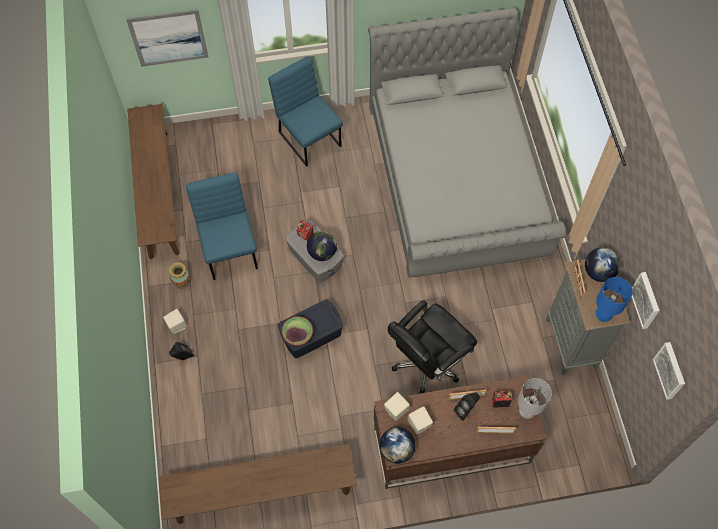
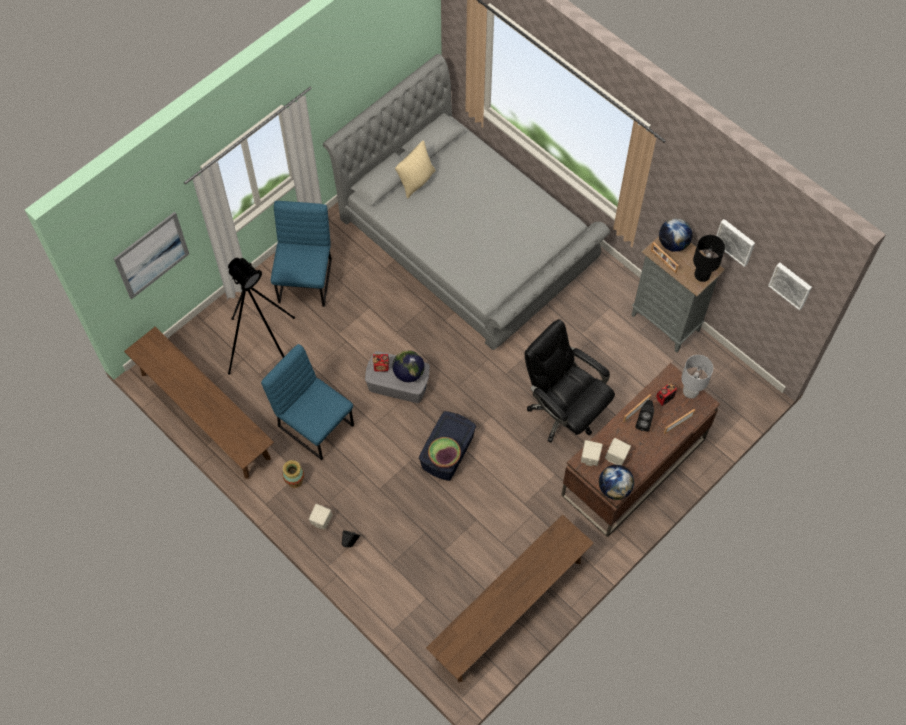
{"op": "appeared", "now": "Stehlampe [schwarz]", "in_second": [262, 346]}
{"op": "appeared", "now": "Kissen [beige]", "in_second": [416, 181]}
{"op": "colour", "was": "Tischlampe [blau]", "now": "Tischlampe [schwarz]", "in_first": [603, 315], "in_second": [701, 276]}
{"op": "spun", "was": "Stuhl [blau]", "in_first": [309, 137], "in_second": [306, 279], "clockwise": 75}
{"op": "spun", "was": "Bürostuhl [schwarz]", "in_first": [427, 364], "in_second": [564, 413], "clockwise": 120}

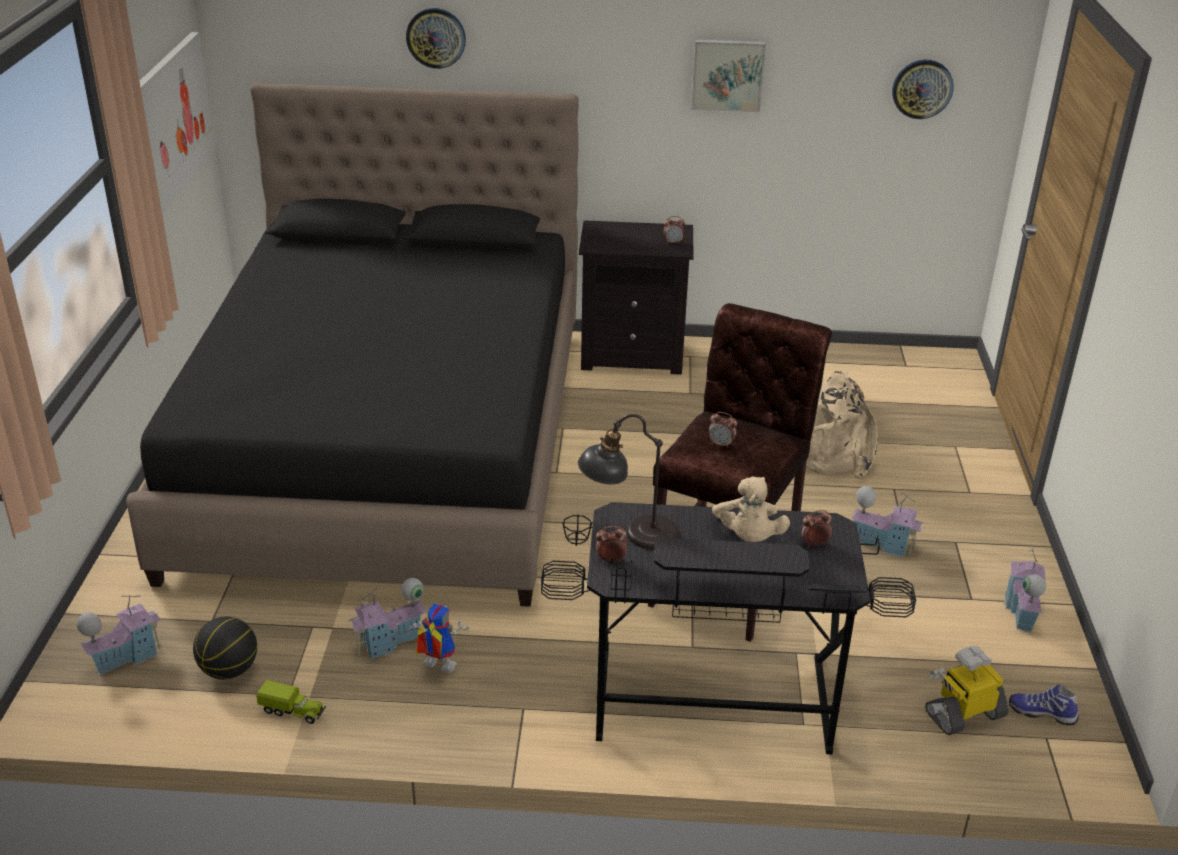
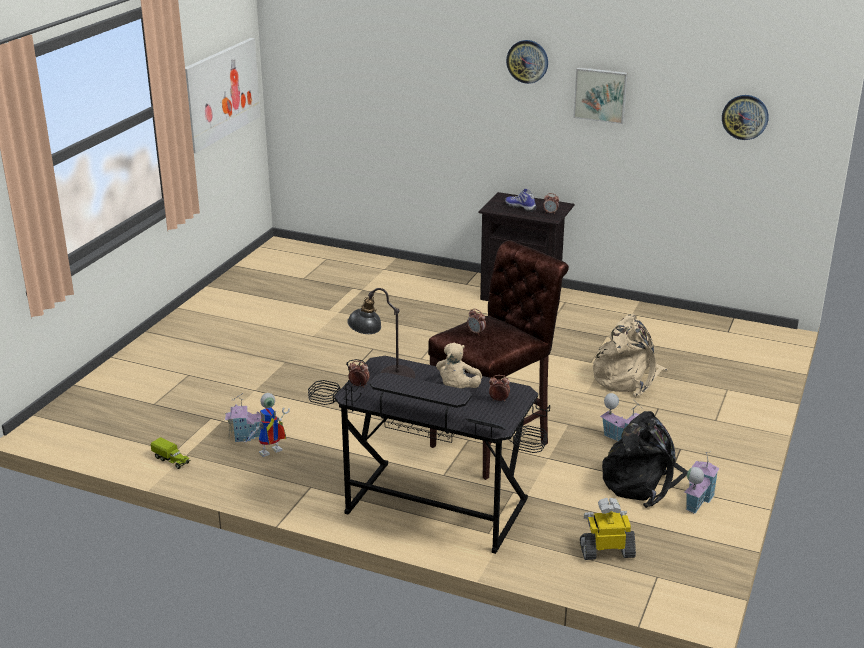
{"op": "missing", "was": "Spielzeughaus", "in_first": [126, 657]}
{"op": "missing", "was": "Bett [schwarz]", "in_first": [391, 443]}
{"op": "missing", "was": "Basketball", "in_first": [229, 670]}
{"op": "appeared", "now": "Rucksack [schwarz]", "in_second": [643, 482]}
{"op": "relocated", "was": "Wanduhr", "in_first": [436, 37], "in_second": [527, 61]}
{"op": "relocated", "was": "Schuh", "in_first": [1042, 712], "in_second": [521, 207]}
{"op": "spun", "was": "Spielzeugroboter", "in_first": [435, 667], "in_second": [270, 454], "clockwise": -75}

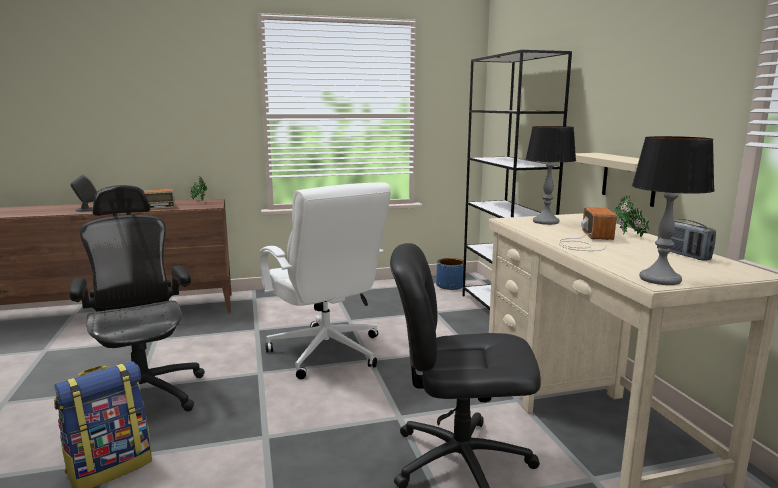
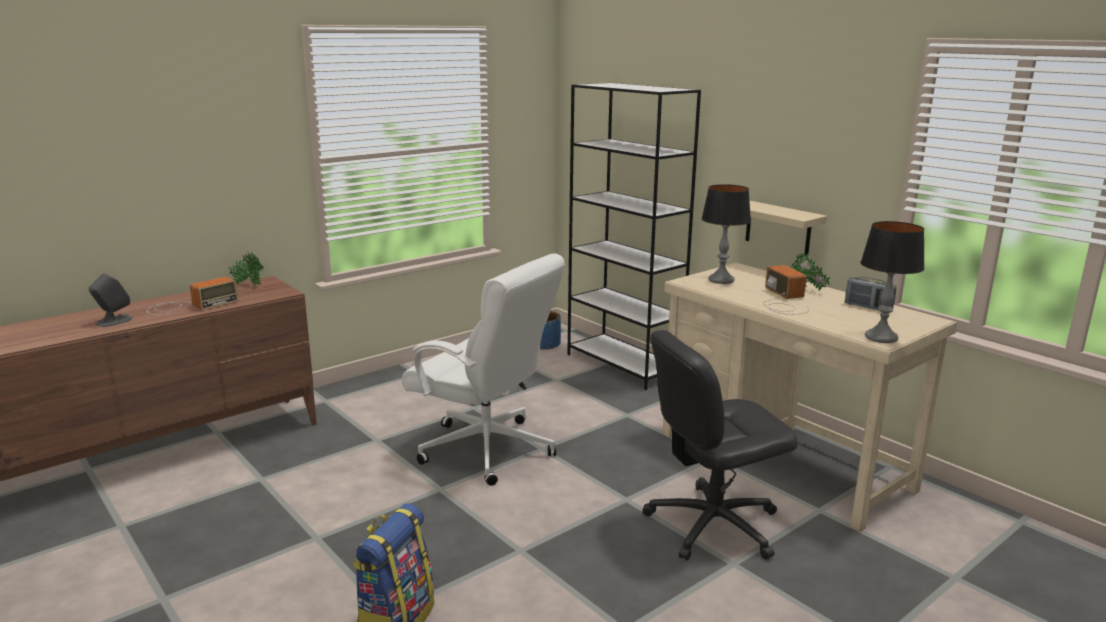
{"op": "missing", "was": "Bürostuhl", "in_first": [144, 393]}

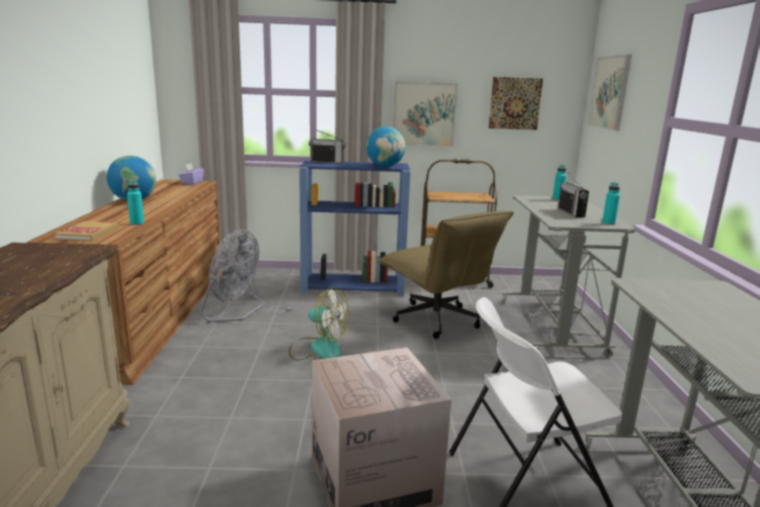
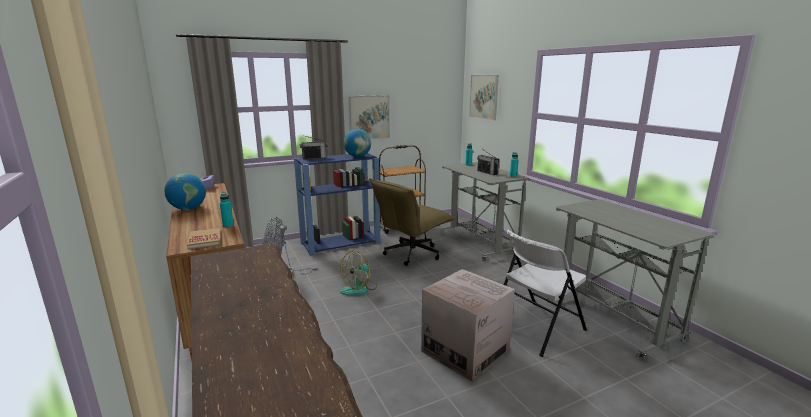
{"op": "missing", "was": "Bild", "in_first": [515, 103]}
{"op": "spun", "was": "Ventilator", "in_first": [318, 348], "in_second": [359, 289], "clockwise": 135}
{"op": "spun", "was": "Bürostuhl [beige]", "in_first": [435, 319], "in_second": [413, 253], "clockwise": 105}

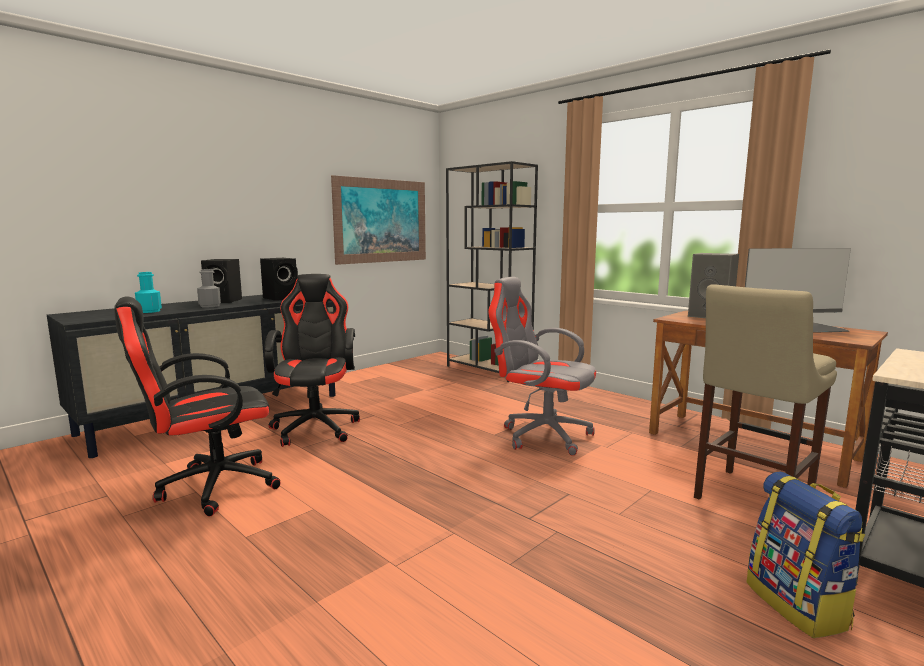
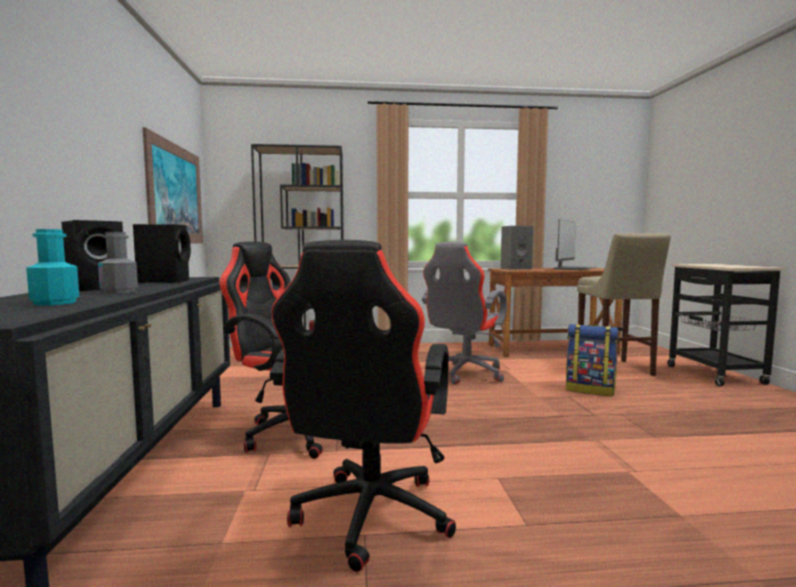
{"op": "relocated", "was": "Rucksack", "in_first": [798, 605], "in_second": [590, 390]}
{"op": "spun", "was": "Bürostuhl [grau]", "in_first": [540, 435], "in_second": [463, 375], "clockwise": -45}

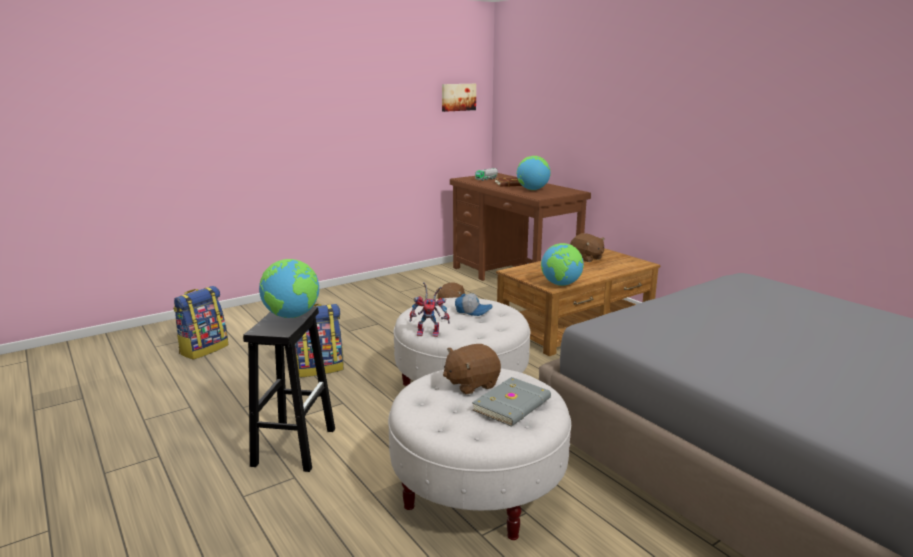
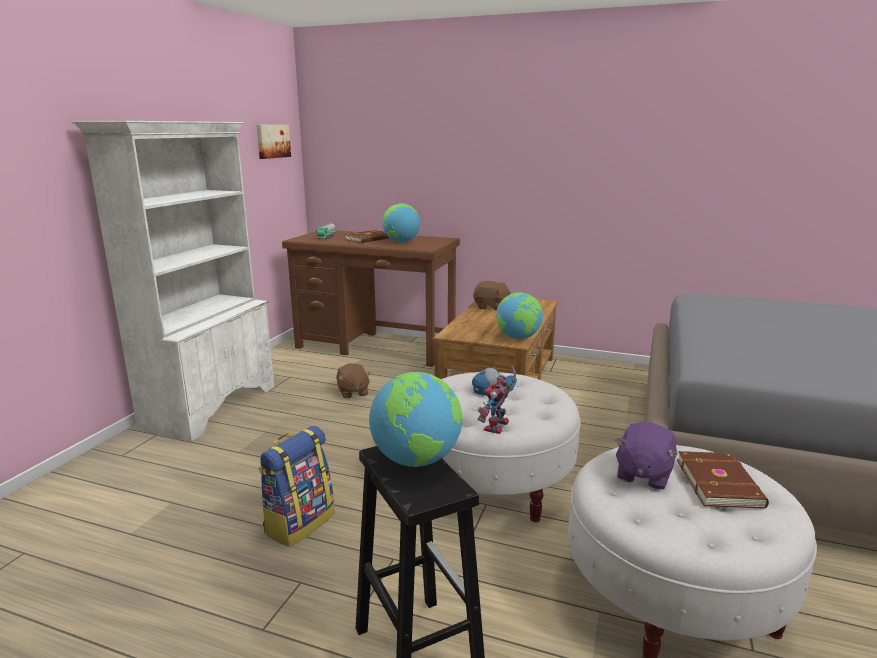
{"op": "missing", "was": "Rucksack", "in_first": [204, 349]}
{"op": "appeared", "now": "Bücherregal [weiß]", "in_second": [210, 406]}
{"op": "colour", "was": "Plüschtier [braun]", "now": "Plüschtier [lila]", "in_first": [471, 384], "in_second": [643, 474]}
{"op": "colour", "was": "Buch [grau]", "now": "Buch [braun]", "in_first": [513, 405], "in_second": [720, 482]}
{"op": "spun", "was": "Spielzeugroboter", "in_first": [430, 333], "in_second": [497, 428], "clockwise": 150}

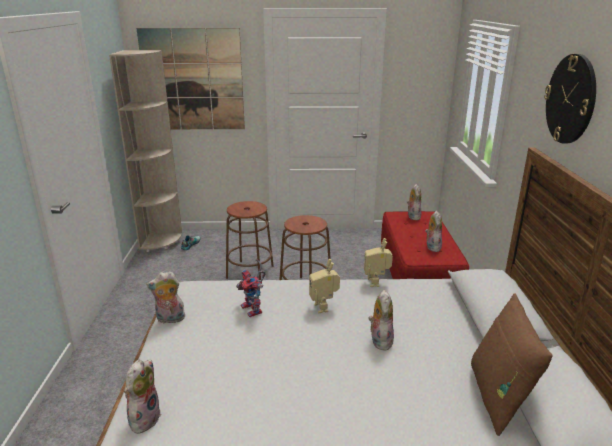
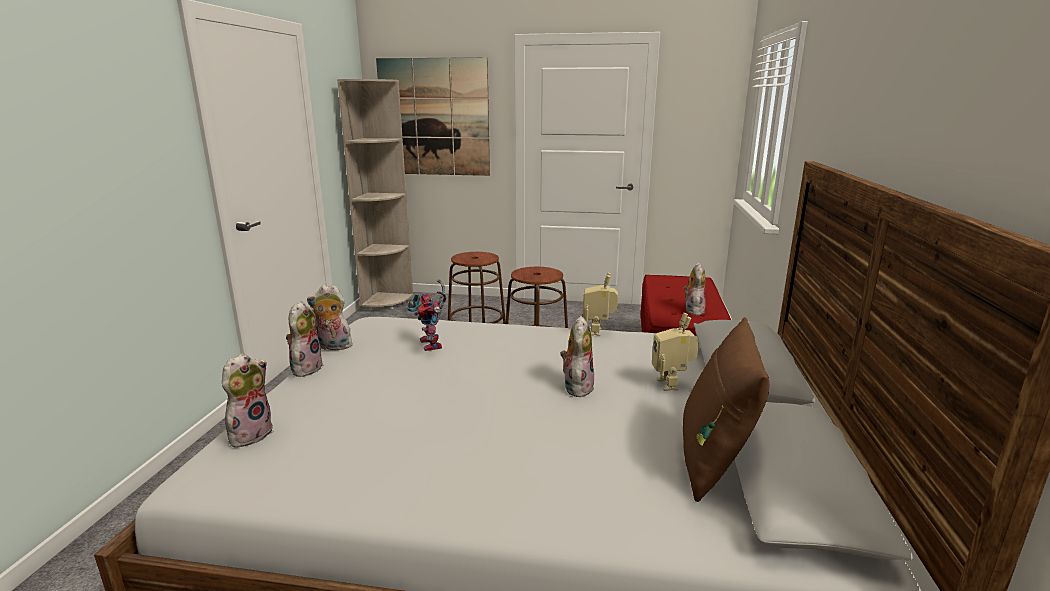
{"op": "missing", "was": "Wanduhr", "in_first": [570, 99]}
{"op": "relocated", "was": "Spielzeugroboter", "in_first": [324, 307], "in_second": [671, 384]}
{"op": "relocated", "was": "Plüschtier", "in_first": [412, 216], "in_second": [306, 368]}

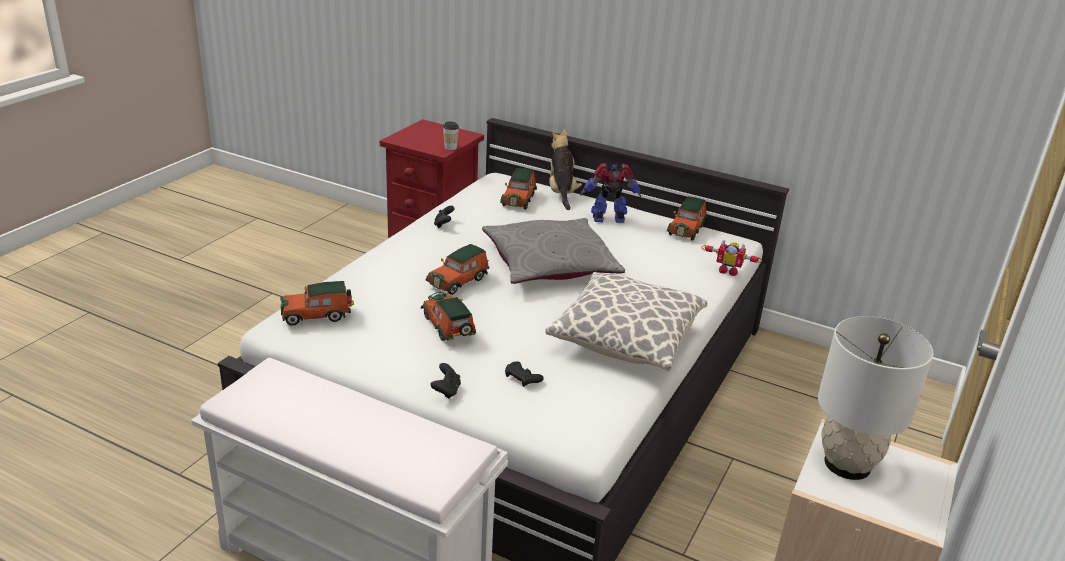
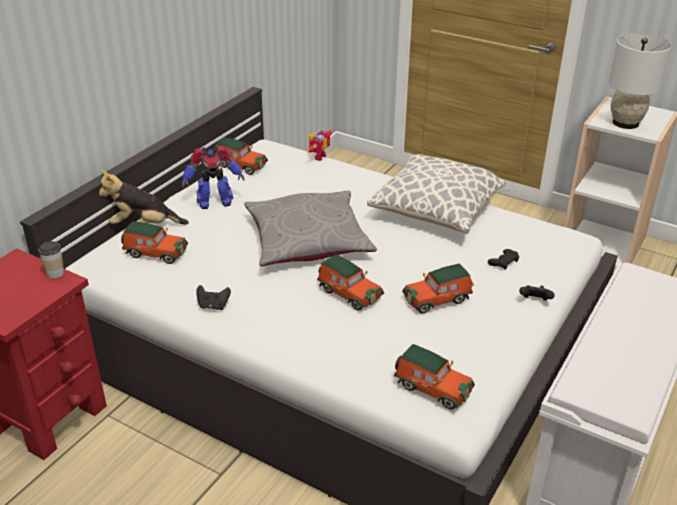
{"op": "spun", "was": "Spielzeugauto", "in_first": [318, 315], "in_second": [431, 387], "clockwise": -45}
{"op": "spun", "was": "Spielzeugroboter", "in_first": [609, 219], "in_second": [214, 202], "clockwise": -105}

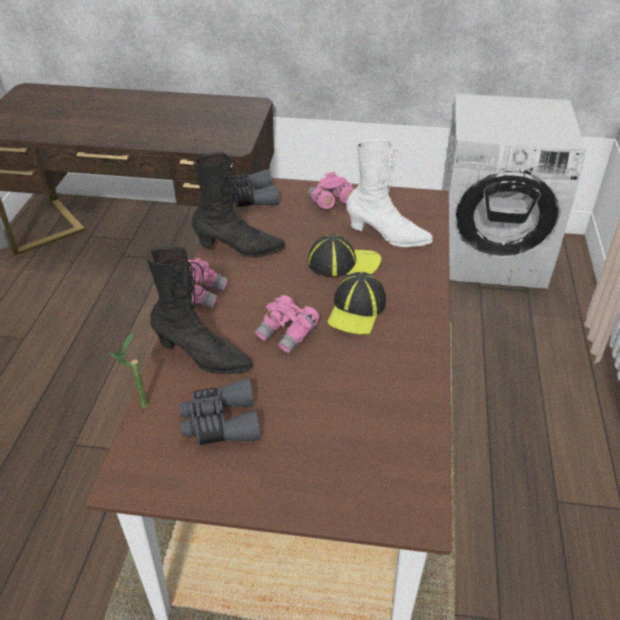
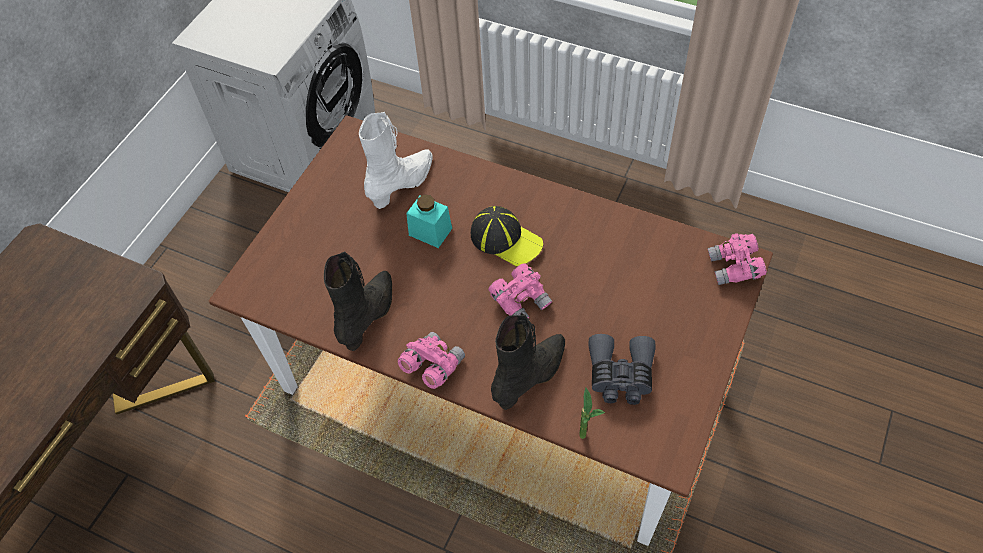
{"op": "missing", "was": "Fernglas [grau]", "in_first": [249, 198]}
{"op": "relocated", "was": "Fernglas [rosa]", "in_first": [331, 204], "in_second": [734, 268]}
{"op": "exchanged", "was": "Kappe", "now": "Vorratsglas [türkis]", "in_first": [343, 262], "in_second": [430, 232]}

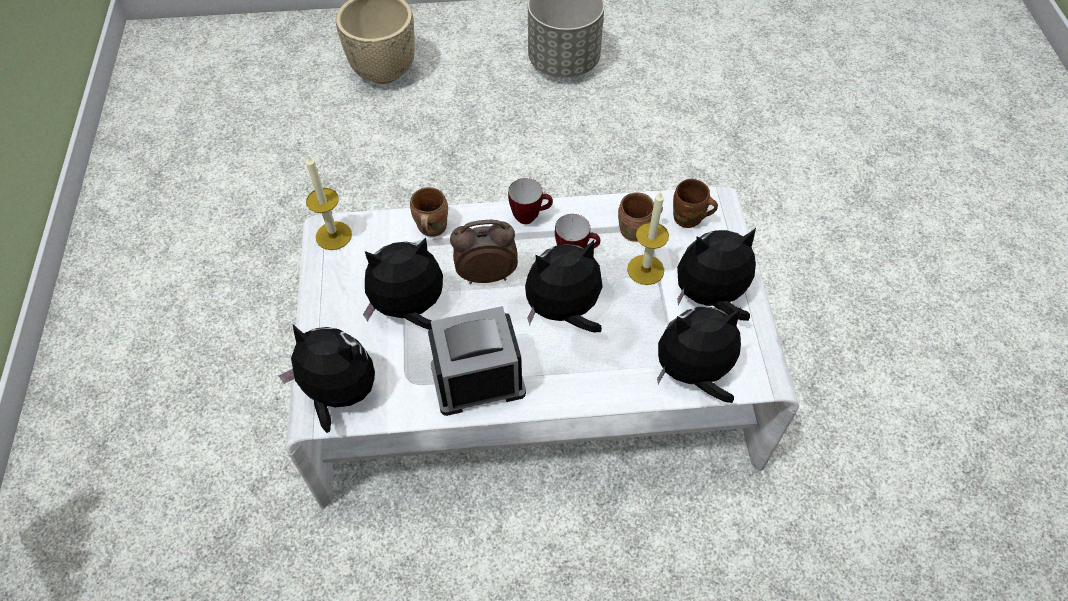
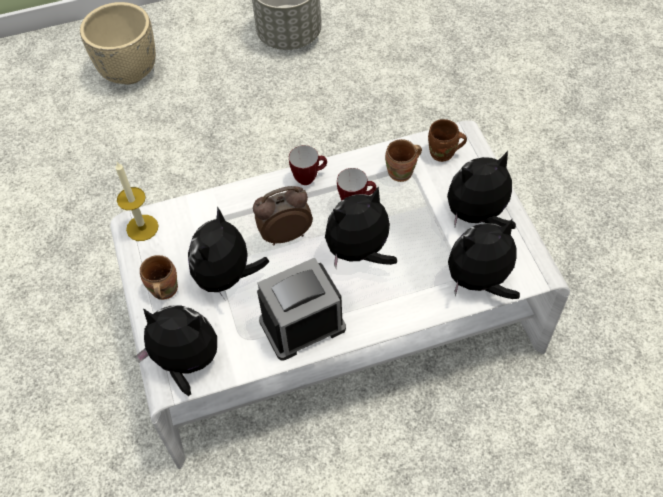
{"op": "missing", "was": "Kerze", "in_first": [645, 269]}
{"op": "relocated", "was": "Henkelbecher [braun]", "in_first": [430, 228], "in_second": [162, 291]}
{"op": "spun", "was": "Plüschtier", "in_first": [409, 309], "in_second": [227, 277], "clockwise": -45}

